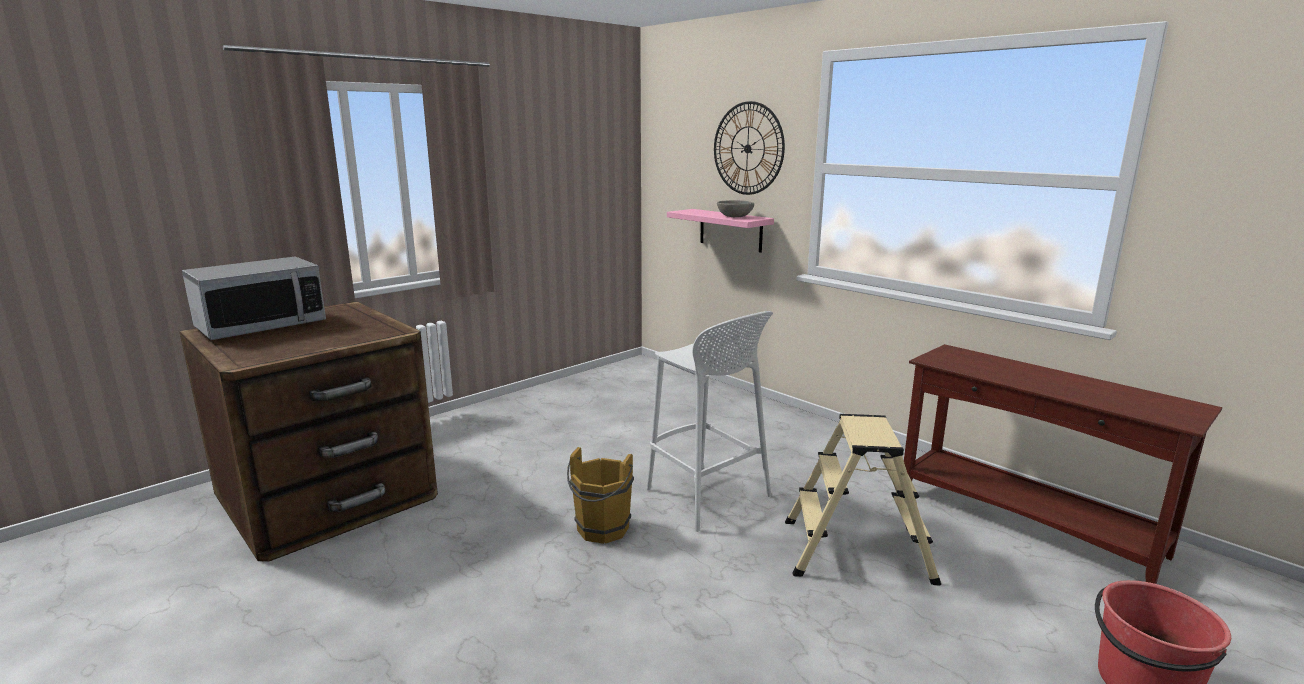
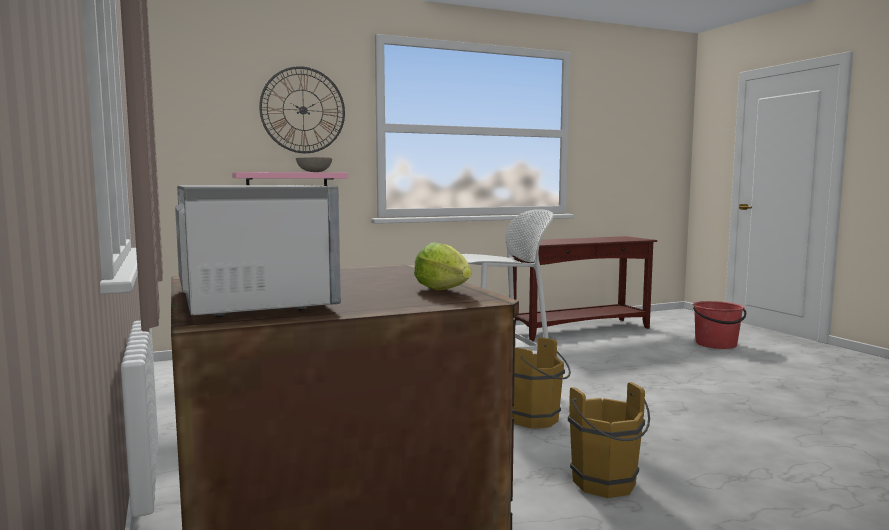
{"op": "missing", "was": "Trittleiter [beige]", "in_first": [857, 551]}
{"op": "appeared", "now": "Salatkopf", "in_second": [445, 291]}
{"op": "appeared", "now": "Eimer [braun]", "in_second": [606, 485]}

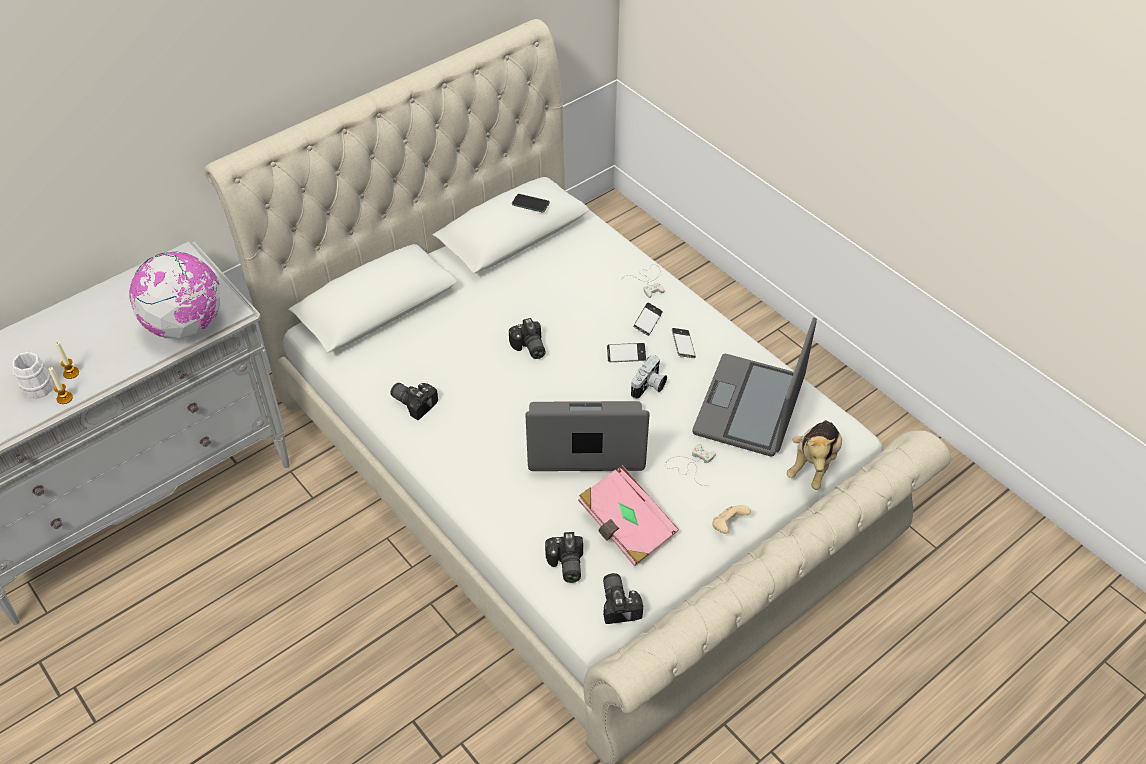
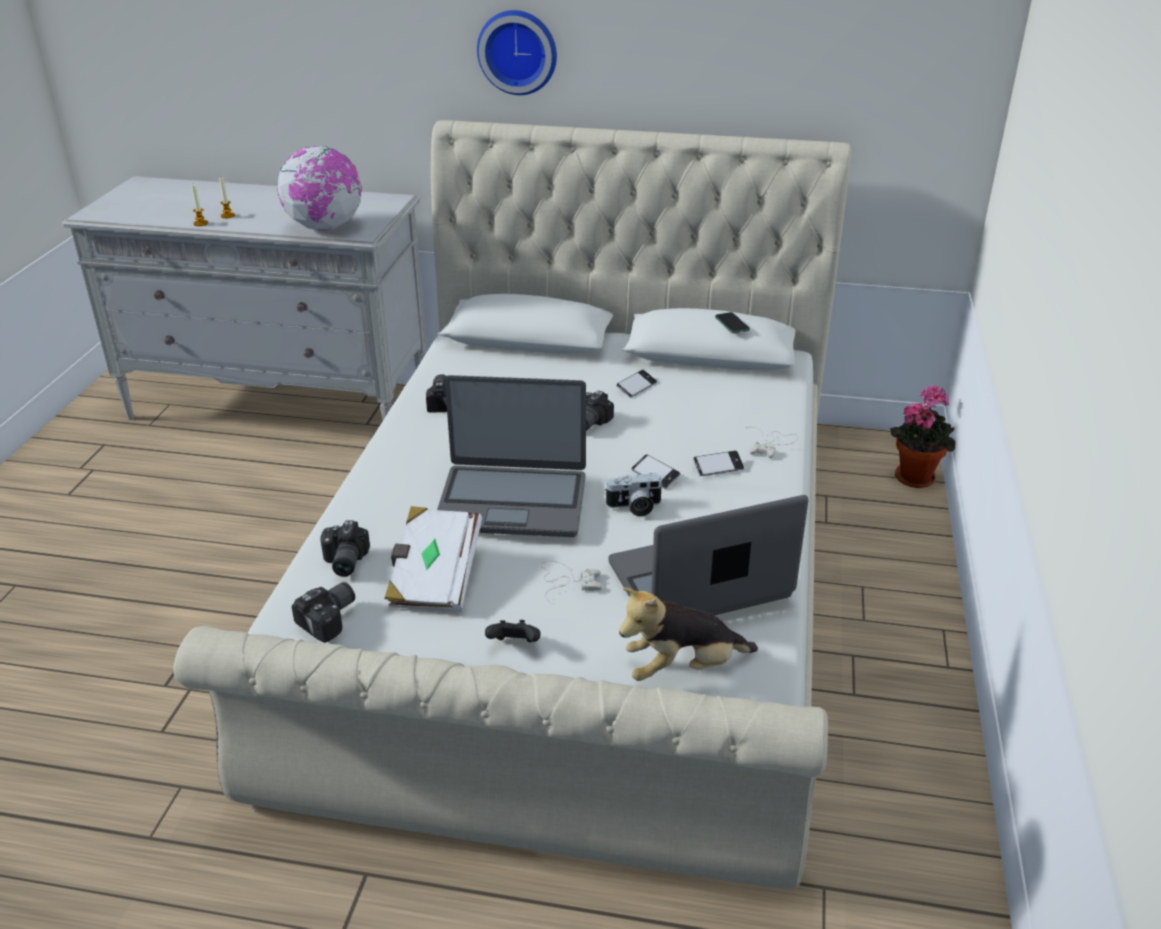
{"op": "missing", "was": "Henkelbecher [weiß]", "in_first": [38, 384]}
{"op": "appeared", "now": "Wanduhr", "in_second": [518, 51]}
{"op": "appeared", "now": "Topfpflanze", "in_second": [916, 476]}
{"op": "relocated", "was": "Handy", "in_first": [683, 345], "in_second": [636, 387]}
{"op": "colour", "was": "Buch [rosa]", "now": "Buch [weiß]", "in_first": [626, 527], "in_second": [434, 578]}
{"op": "colour", "was": "Gamepad [beige]", "now": "Gamepad [schwarz]", "in_first": [728, 525], "in_second": [514, 645]}
{"op": "spun", "was": "Laptop", "in_first": [586, 441], "in_second": [512, 501], "clockwise": 135}
{"op": "spun", "was": "Kamera", "in_first": [565, 565], "in_second": [343, 562], "clockwise": -45}

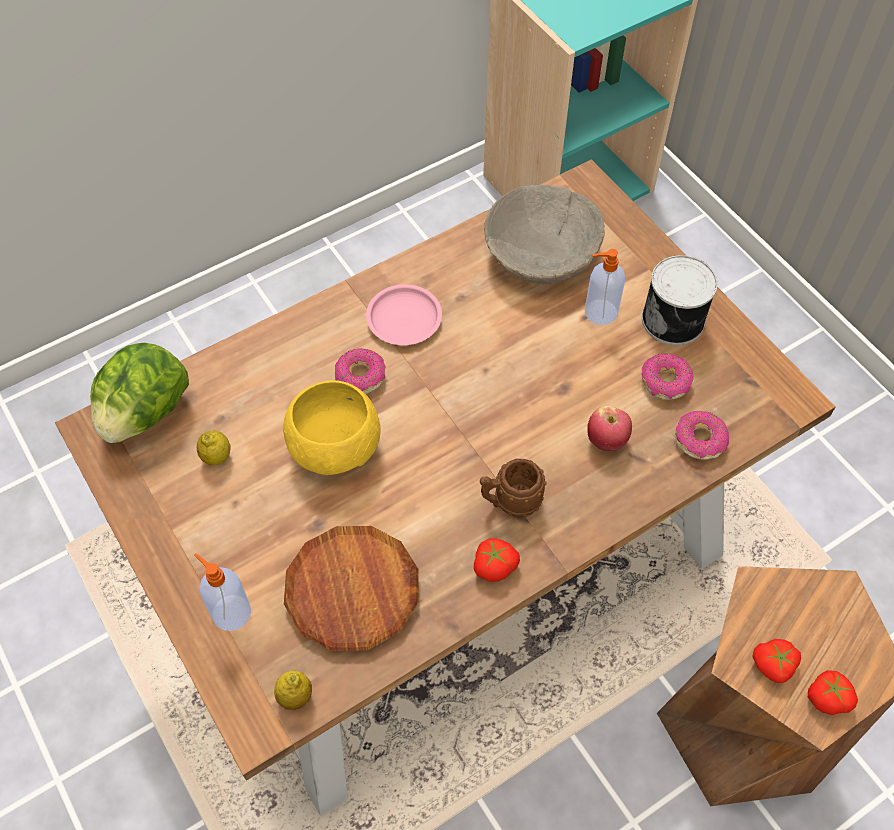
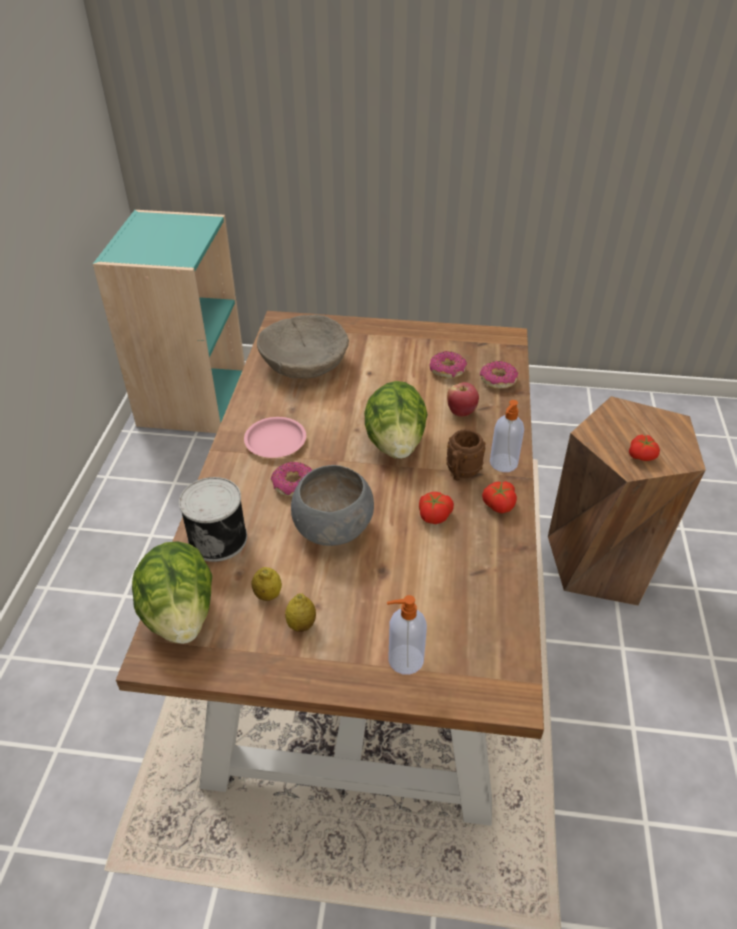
{"op": "missing", "was": "Teller [braun]", "in_first": [352, 591]}
{"op": "appeared", "now": "Salatkopf", "in_second": [395, 443]}
{"op": "relocated", "was": "Zitrone", "in_first": [295, 696], "in_second": [301, 624]}
{"op": "relocated", "was": "Seifenspender", "in_first": [599, 312], "in_second": [503, 463]}
{"op": "relocated", "was": "Dose", "in_first": [674, 319], "in_second": [219, 538]}
{"op": "relocated", "was": "Tomate", "in_first": [827, 696], "in_second": [433, 515]}
{"op": "colour", "was": "Schüssel [gelb]", "now": "Schüssel [grau]", "in_first": [334, 446], "in_second": [331, 528]}

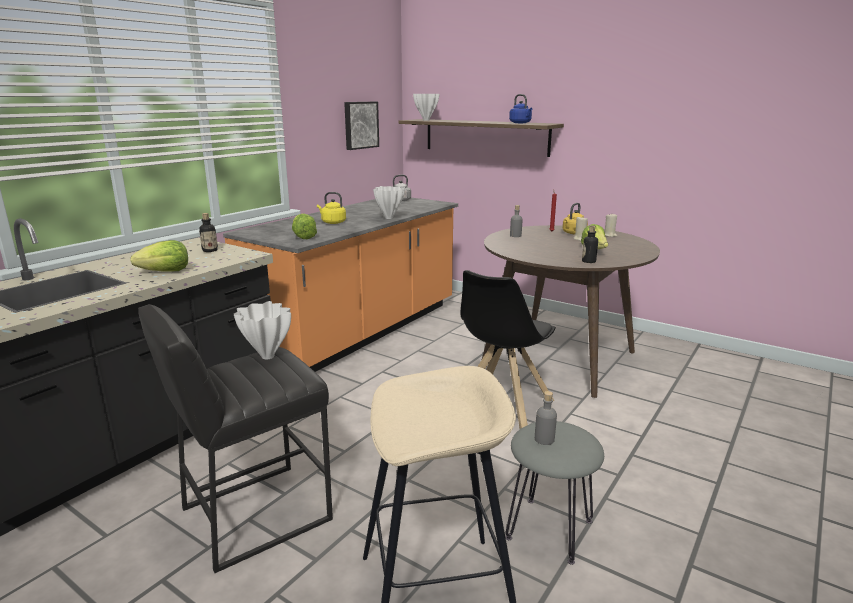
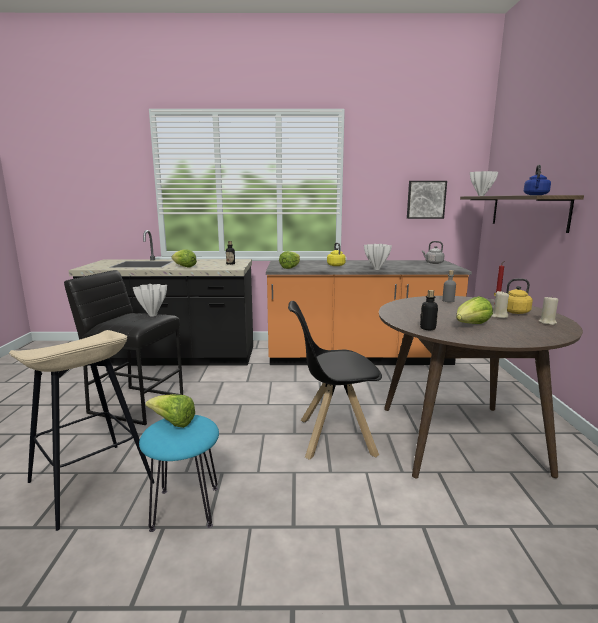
{"op": "exchanged", "was": "Flasche [grau]", "now": "Salatkopf", "in_first": [544, 439], "in_second": [173, 423]}
{"op": "colour", "was": "Hocker [grau]", "now": "Hocker [türkis]", "in_first": [549, 529], "in_second": [185, 508]}

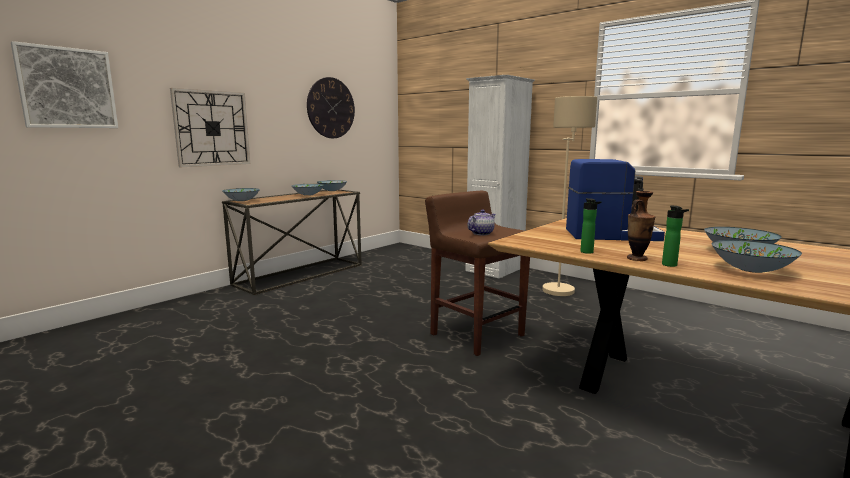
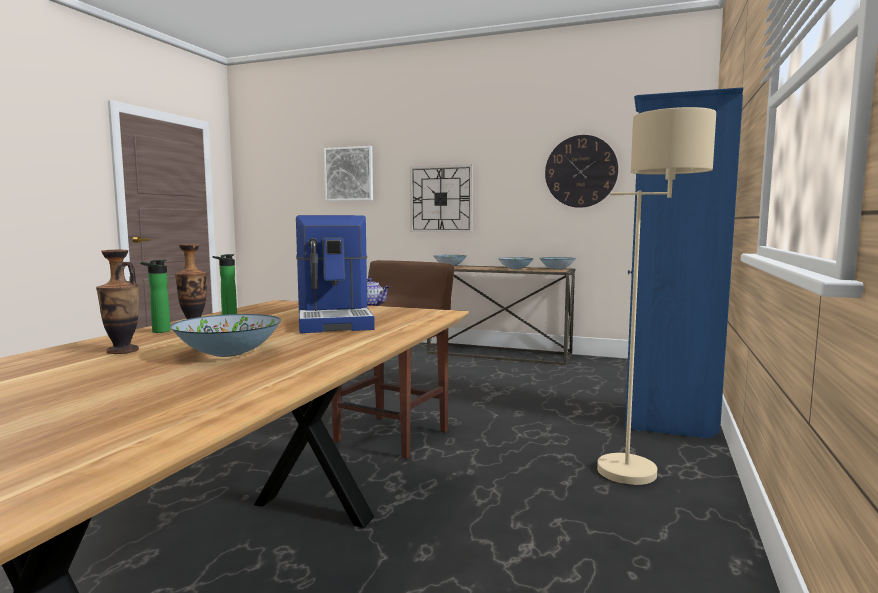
{"op": "exchanged", "was": "Schüssel", "now": "Vase", "in_first": [751, 270], "in_second": [122, 351]}
{"op": "colour", "was": "Schrank [weiß]", "now": "Schrank [blau]", "in_first": [494, 269], "in_second": [668, 423]}

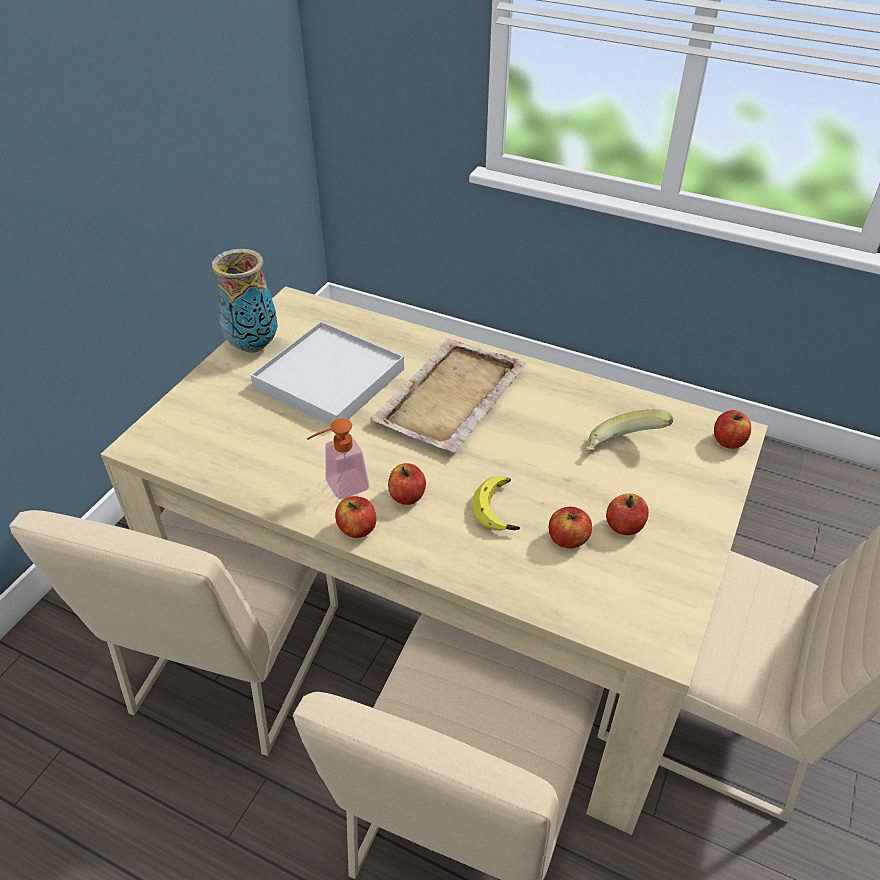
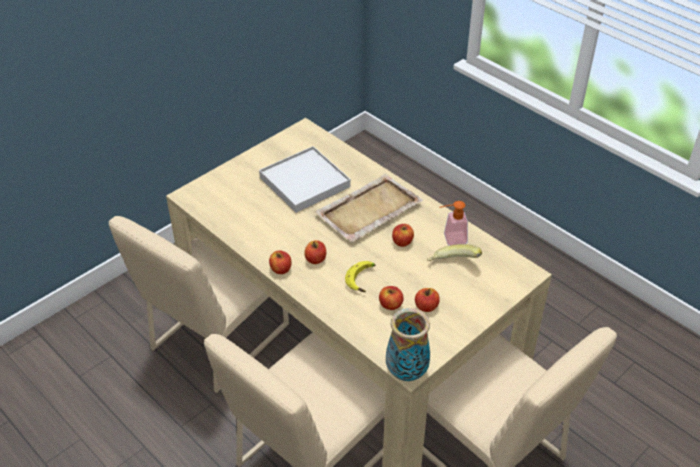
{"op": "relocated", "was": "Vase", "in_first": [253, 346], "in_second": [406, 373]}
{"op": "relocated", "was": "Seifenspender", "in_first": [340, 487], "in_second": [450, 239]}
{"op": "relocated", "was": "Apfel", "in_first": [728, 441], "in_second": [402, 242]}

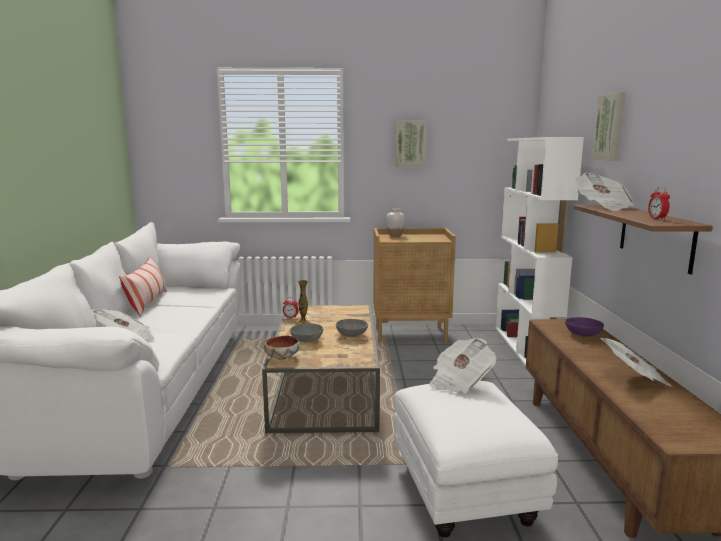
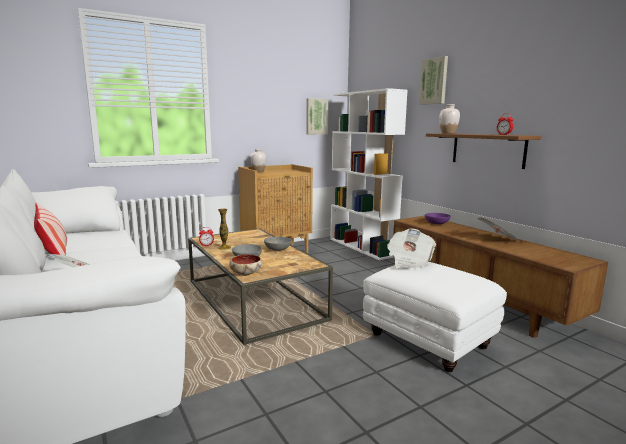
{"op": "relocated", "was": "Bild", "in_first": [410, 144], "in_second": [316, 116]}
{"op": "exchanged", "was": "Zeitung", "now": "Vase [weiß]", "in_first": [602, 207], "in_second": [448, 133]}

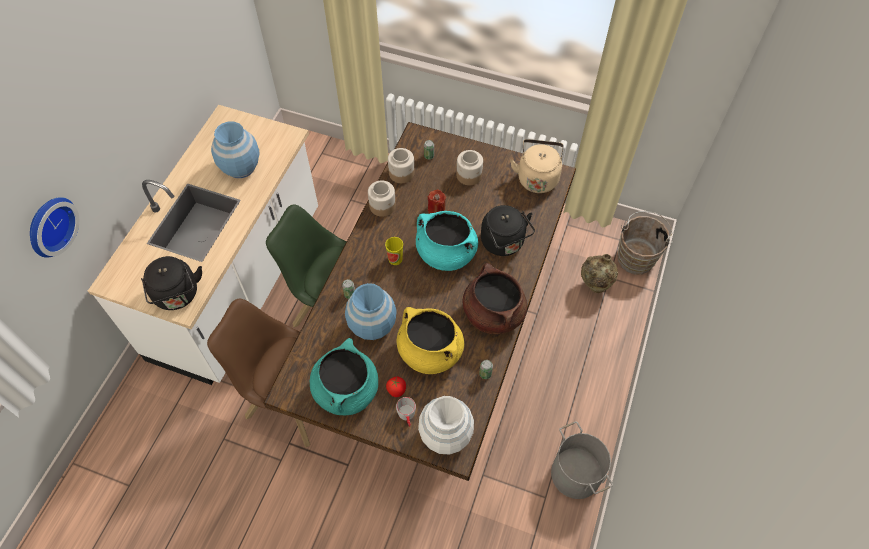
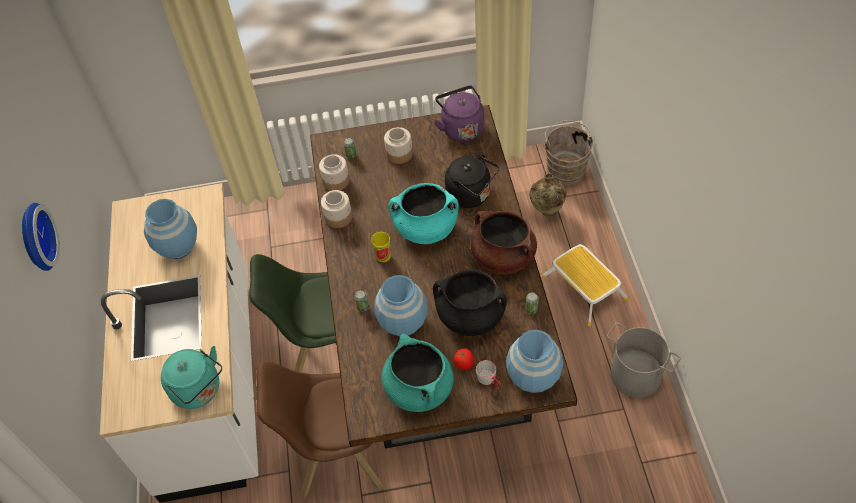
{"op": "missing", "was": "Kerze [rot]", "in_first": [436, 209]}
{"op": "appeared", "now": "Trittleiter [gelb]", "in_second": [584, 288]}
{"op": "relocated", "was": "Wanduhr", "in_first": [49, 225], "in_second": [34, 237]}
{"op": "colour", "was": "Wasserkessel [schwarz]", "now": "Wasserkessel [türkis]", "in_first": [177, 296], "in_second": [199, 390]}
{"op": "colour", "was": "Kochtopf [gelb]", "now": "Kochtopf [schwarz]", "in_first": [429, 352], "in_second": [470, 317]}
{"op": "colour", "was": "Vase [weiß]", "now": "Vase [blau]", "in_first": [445, 435], "in_second": [533, 377]}
{"op": "colour", "was": "Wasserkessel [beige]", "now": "Wasserkessel [lila]", "in_first": [537, 177], "in_second": [461, 128]}

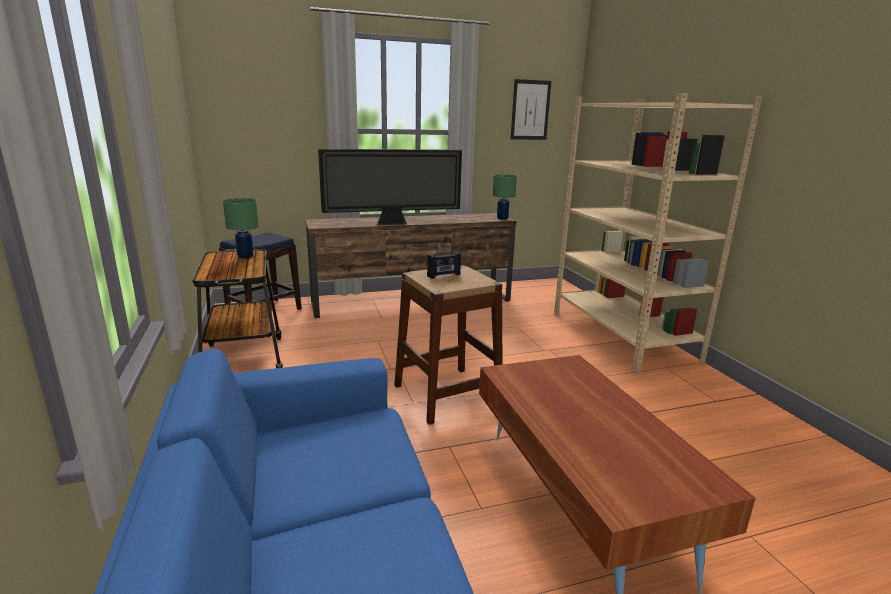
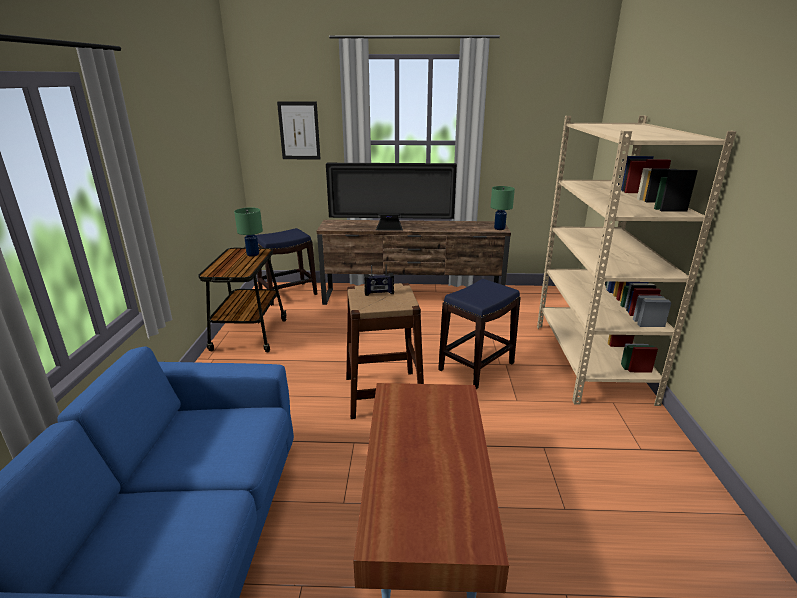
{"op": "appeared", "now": "Hocker", "in_second": [476, 367]}
{"op": "relocated", "was": "Bild", "in_first": [530, 110], "in_second": [299, 131]}

